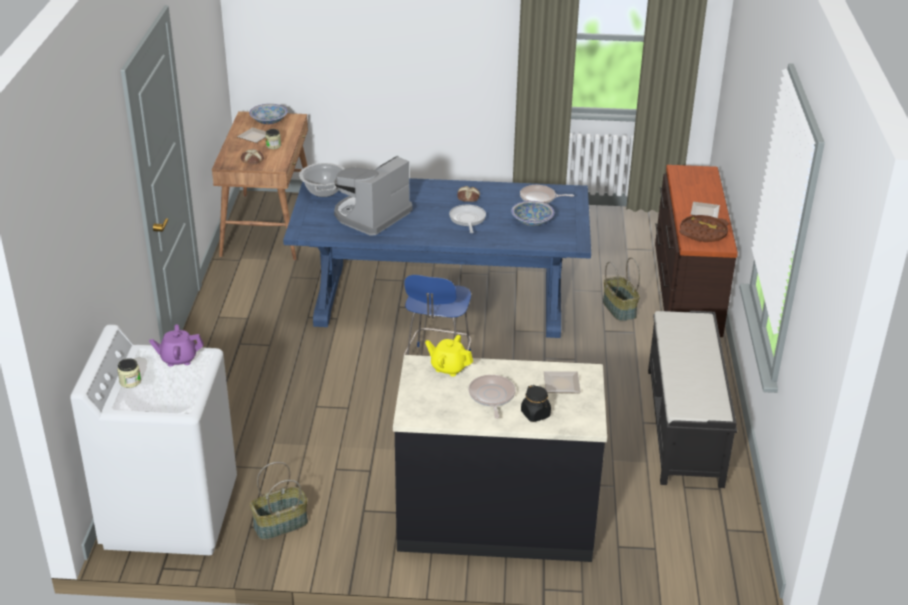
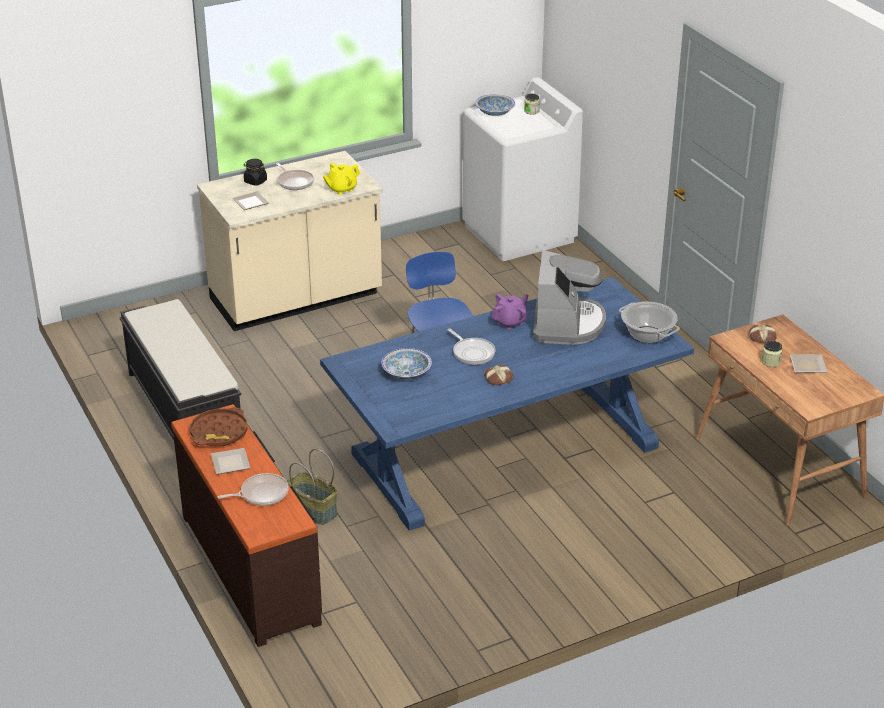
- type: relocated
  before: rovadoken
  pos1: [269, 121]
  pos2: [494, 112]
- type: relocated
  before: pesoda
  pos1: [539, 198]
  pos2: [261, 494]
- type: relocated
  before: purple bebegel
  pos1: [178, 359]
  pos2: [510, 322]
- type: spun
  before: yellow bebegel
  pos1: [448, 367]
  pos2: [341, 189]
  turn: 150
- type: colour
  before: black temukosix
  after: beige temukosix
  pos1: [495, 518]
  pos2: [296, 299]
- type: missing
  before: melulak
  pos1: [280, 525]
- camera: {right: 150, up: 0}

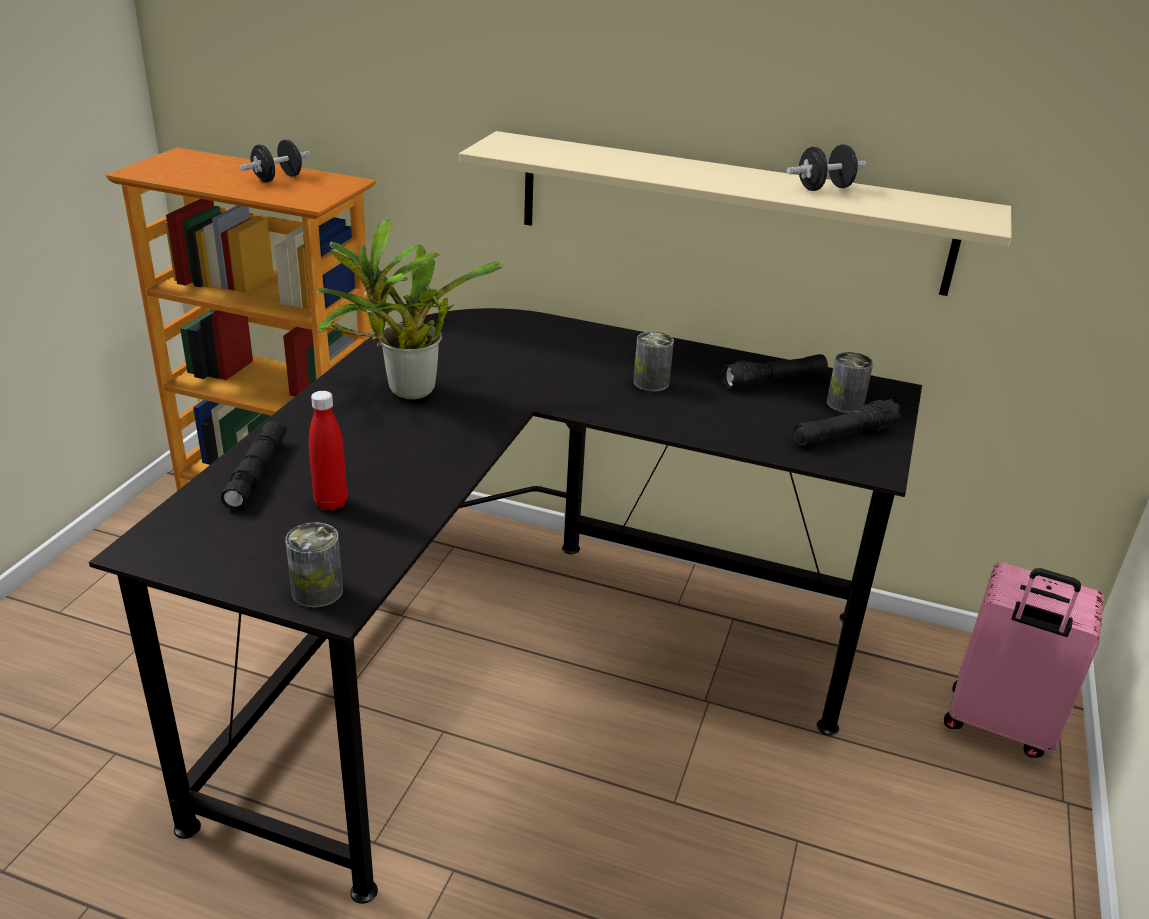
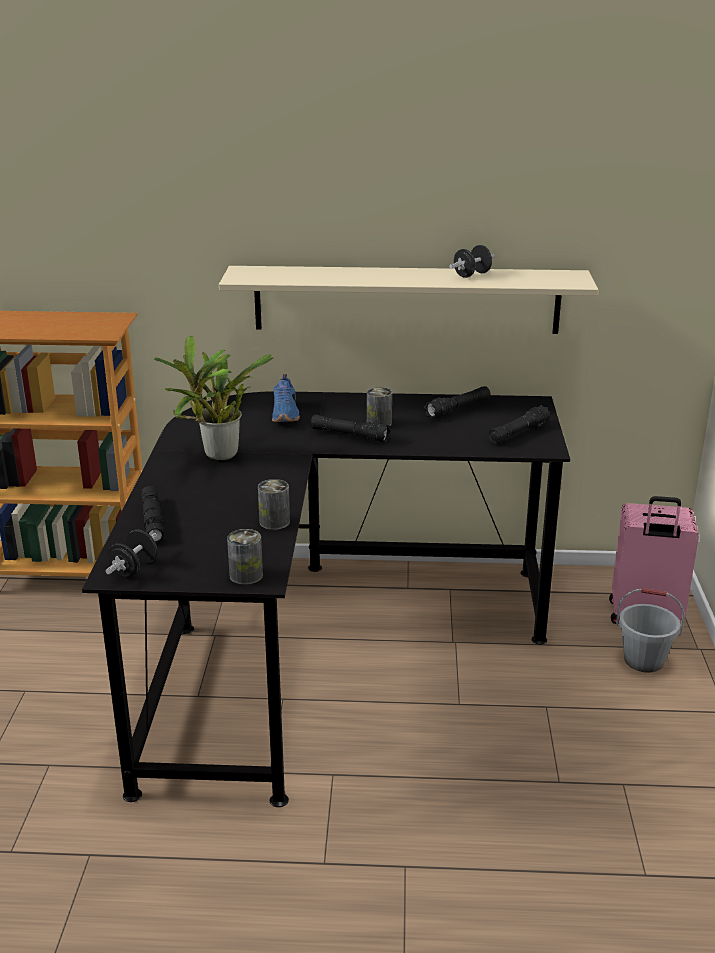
- type: relocated
  before: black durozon
  pos1: [278, 178]
  pos2: [134, 569]
- type: relocated
  before: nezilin
  pos1: [845, 404]
  pos2: [274, 522]
- type: missing
  before: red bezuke
  pos1: [331, 503]
- type: appeared
  after: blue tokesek
  pos2: [286, 414]
- type: appeared
  after: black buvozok
  pos2: [349, 436]
- type: appeared
  after: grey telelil
  pos2: [644, 660]
- camera: {right: -15, up: -5}

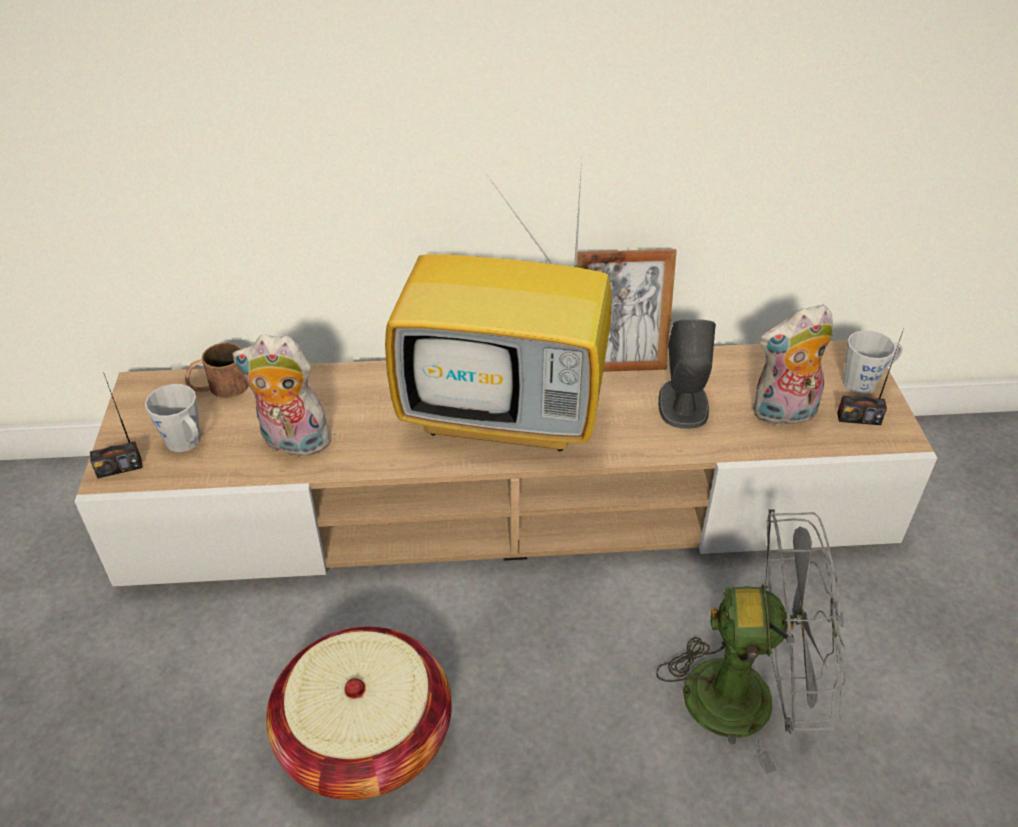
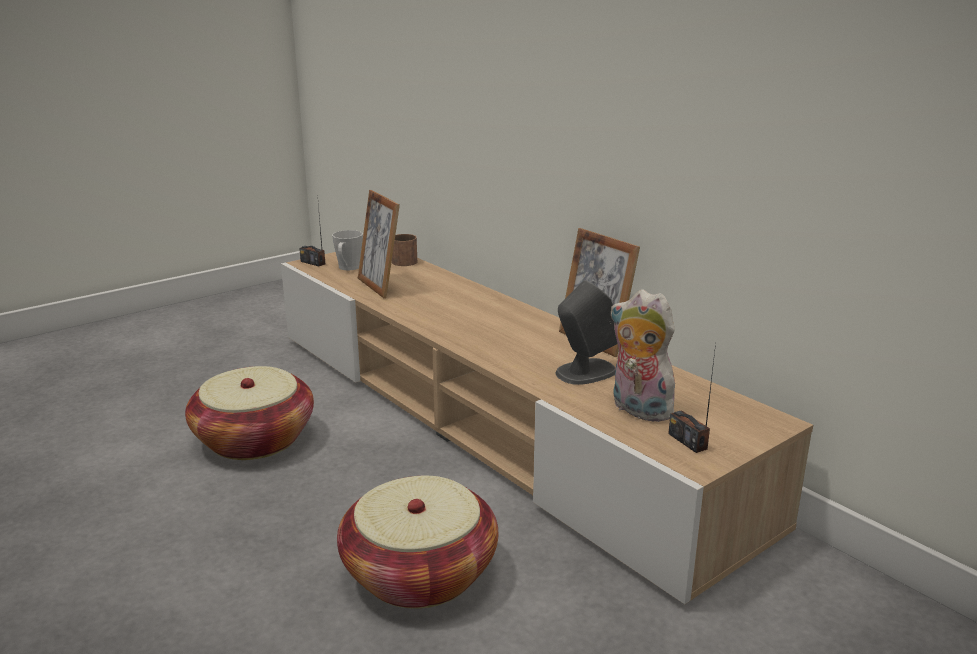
- type: missing
  before: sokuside
  pos1: [507, 414]
- type: missing
  before: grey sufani
  pos1: [865, 382]
- type: exchanged
  before: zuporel
  after: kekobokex
  pos1: [292, 443]
  pos2: [379, 286]
- type: exchanged
  before: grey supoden
  after: melulak
  pos1: [749, 696]
  pos2: [420, 573]
- camera: {right: 55, up: -20}

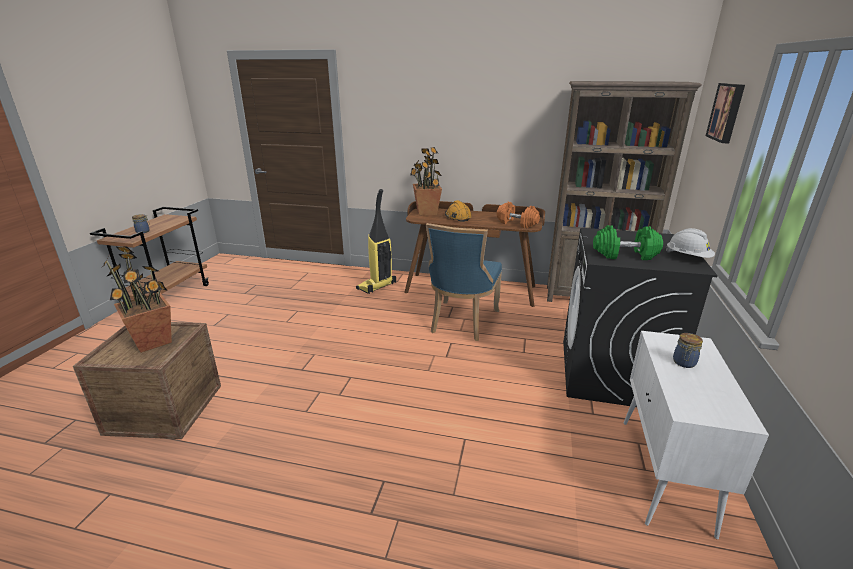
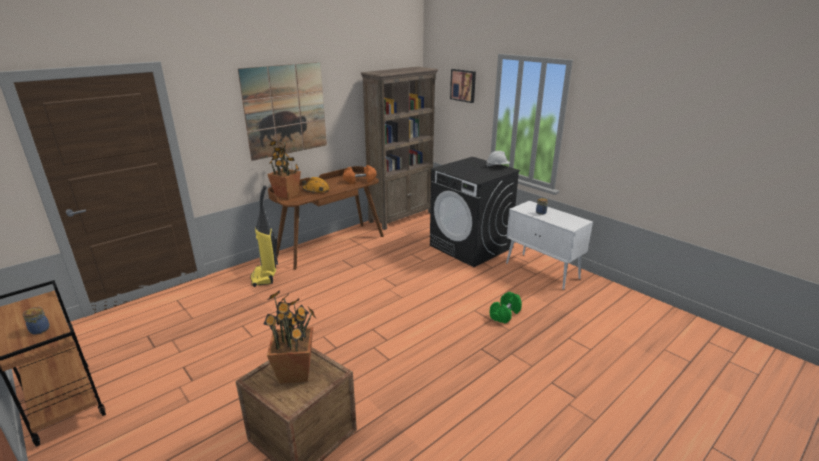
- type: missing
  before: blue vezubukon
  pos1: [462, 322]
- type: relocated
  before: green durozon
  pos1: [625, 255]
  pos2: [505, 314]
- type: appeared
  after: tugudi
  pos2: [285, 110]
- camera: {right: -55, up: 0}

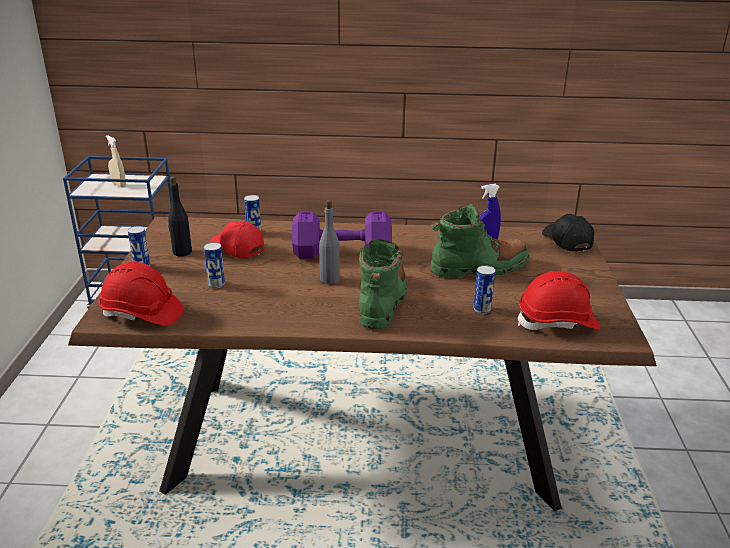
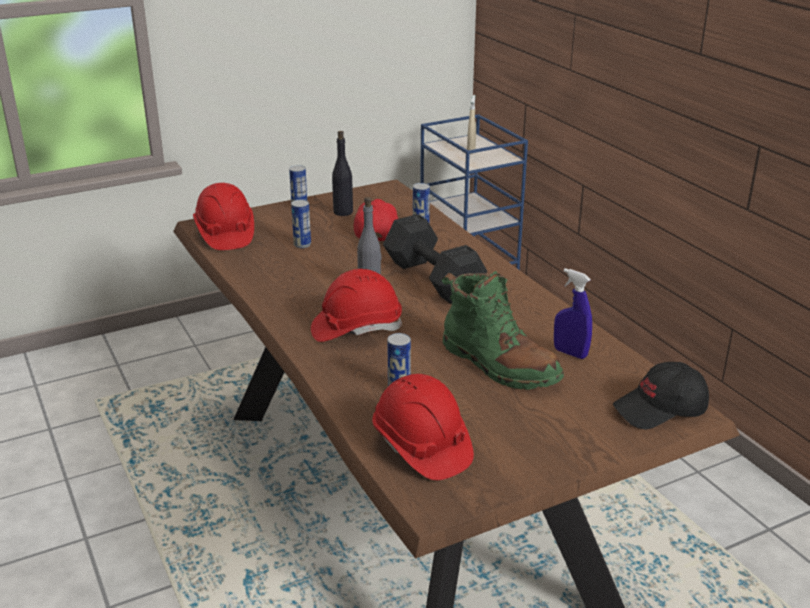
- type: colour
  before: purple durozon
  after: black durozon
  pos1: [344, 253]
  pos2: [433, 280]
- type: spun
  before: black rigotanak
  pos1: [566, 241]
  pos2: [660, 410]
  turn: -150
- type: exchanged
  before: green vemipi
  after: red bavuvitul
  pos1: [382, 301]
  pos2: [356, 328]
- camera: {right: 60, up: 0}

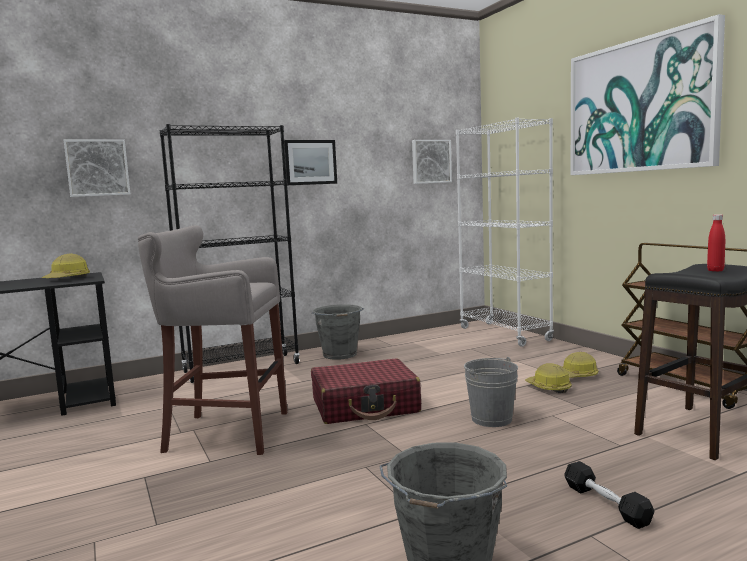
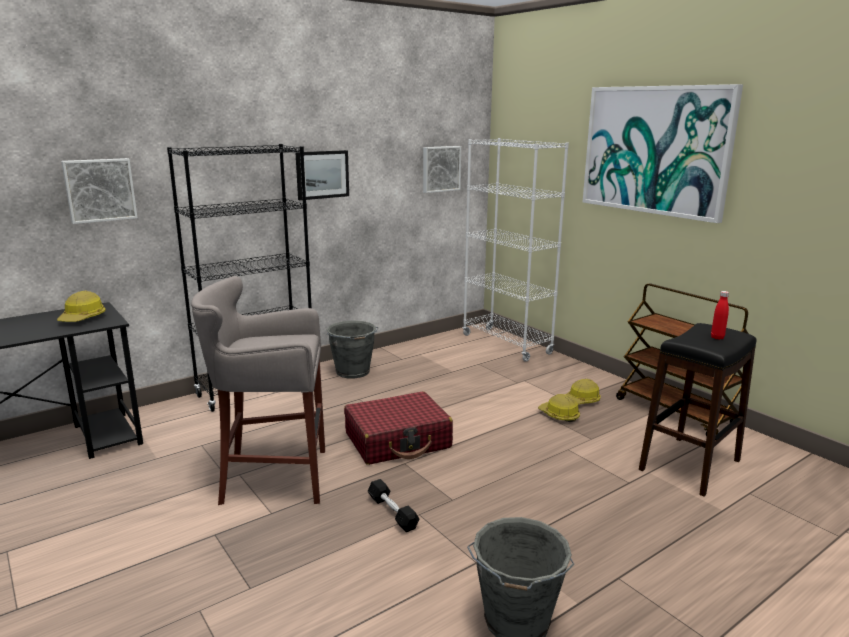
- type: missing
  before: grey telelil
  pos1: [491, 419]
- type: relocated
  before: black durozon
  pos1: [606, 504]
  pos2: [392, 512]
- camera: {right: -10, up: 10}

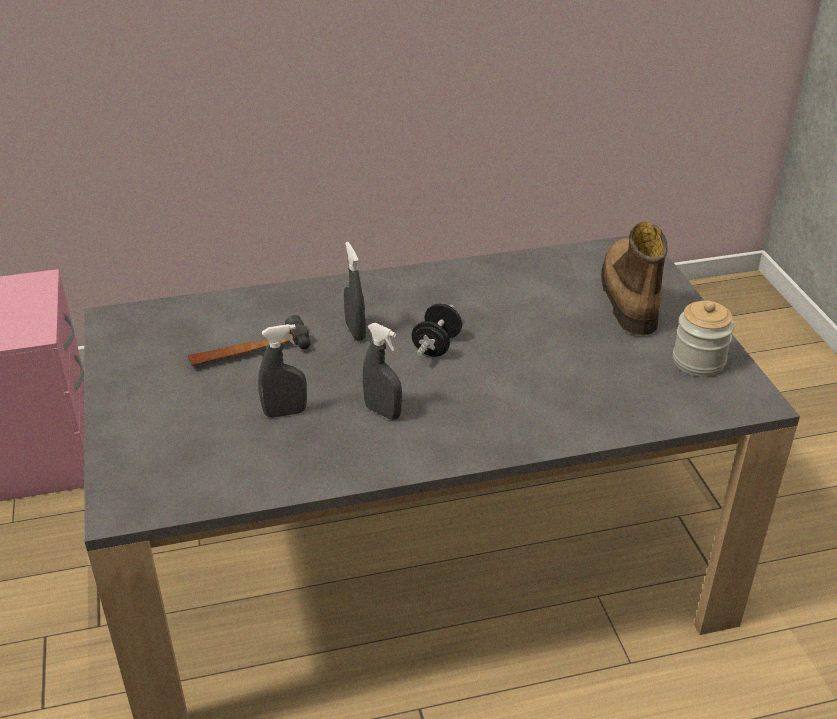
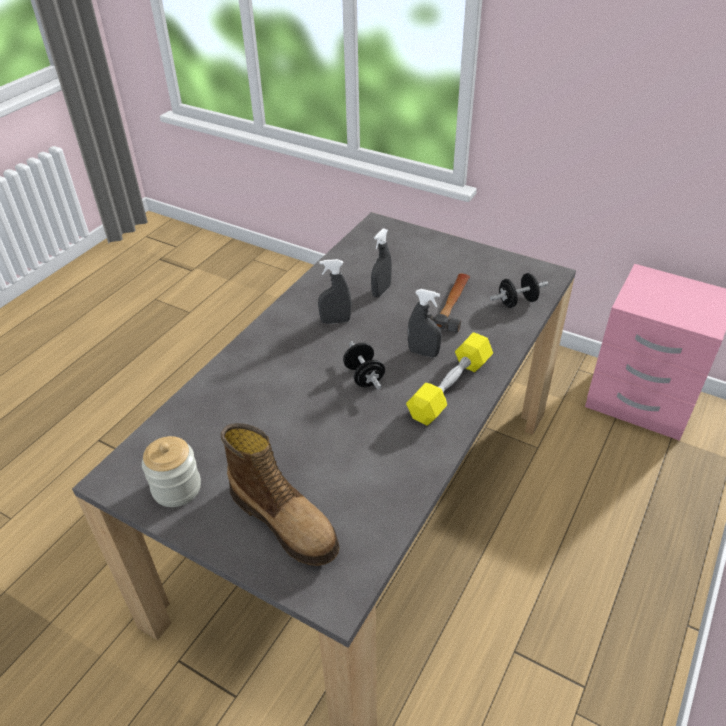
- type: appeared
  after: black durozon
  pos2: [517, 302]
- type: appeared
  after: yellow durozon
  pos2: [450, 388]
- camera: {right: 135, up: 5}

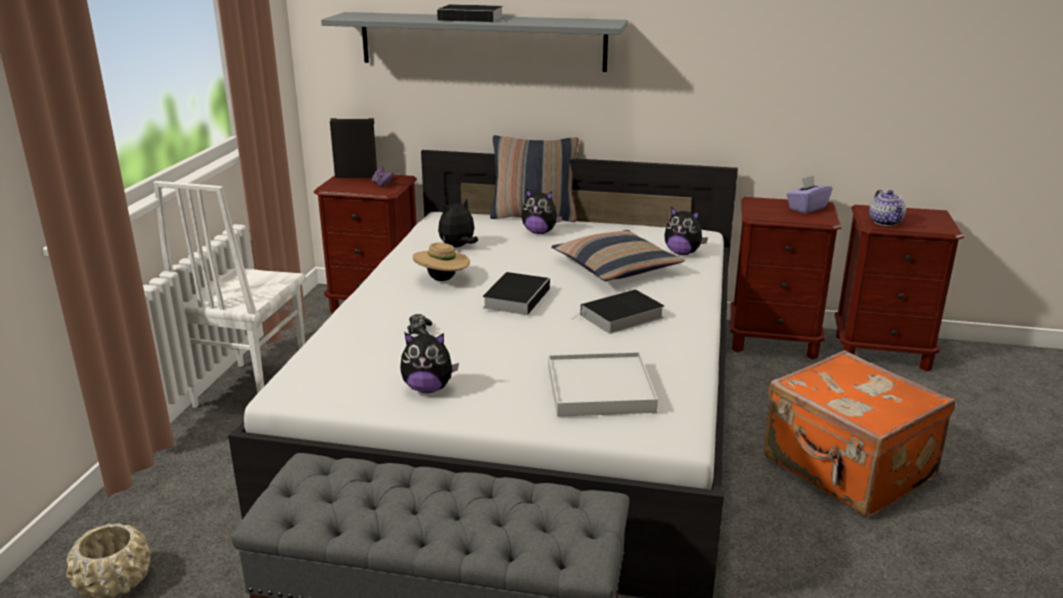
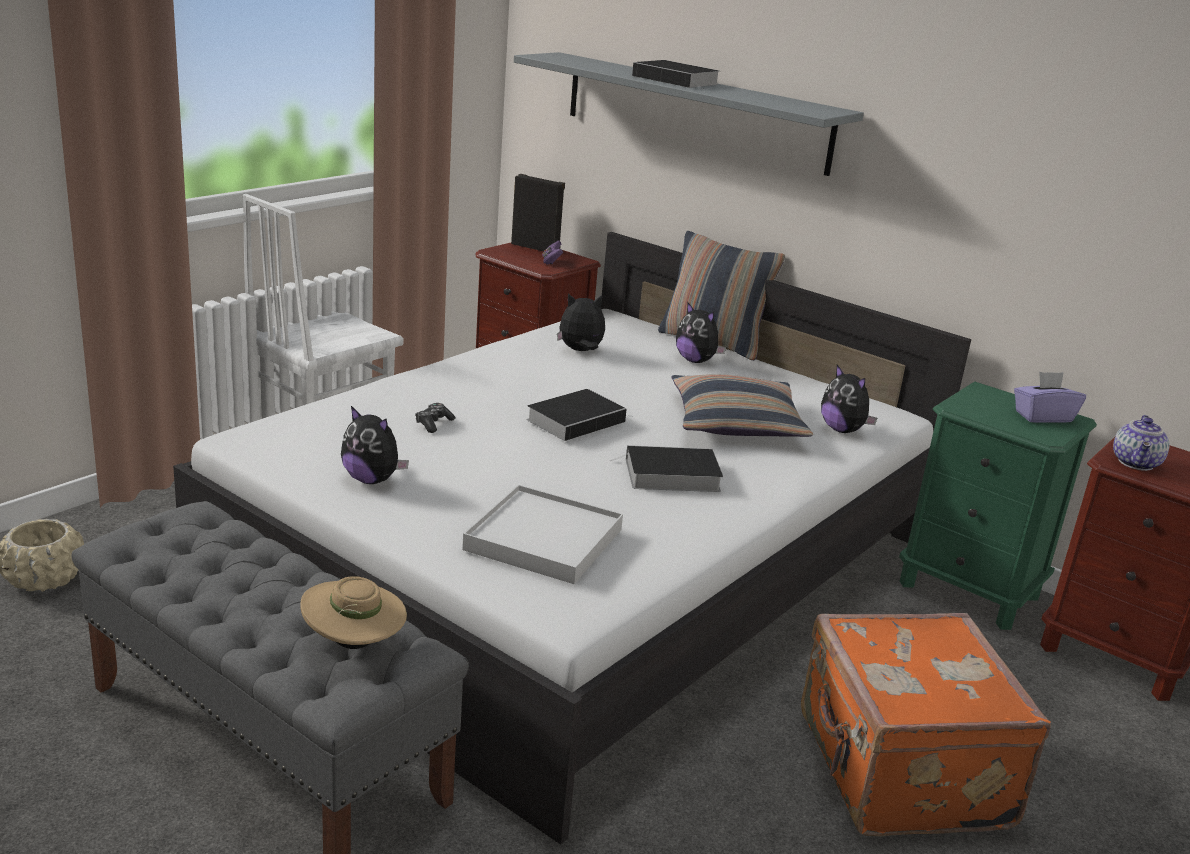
- type: colour
  before: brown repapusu
  after: green repapusu
  pos1: [774, 341]
  pos2: [969, 590]
- type: relocated
  before: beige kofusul
  pos1: [442, 280]
  pos2: [354, 644]
- camera: {right: 25, up: 0}

